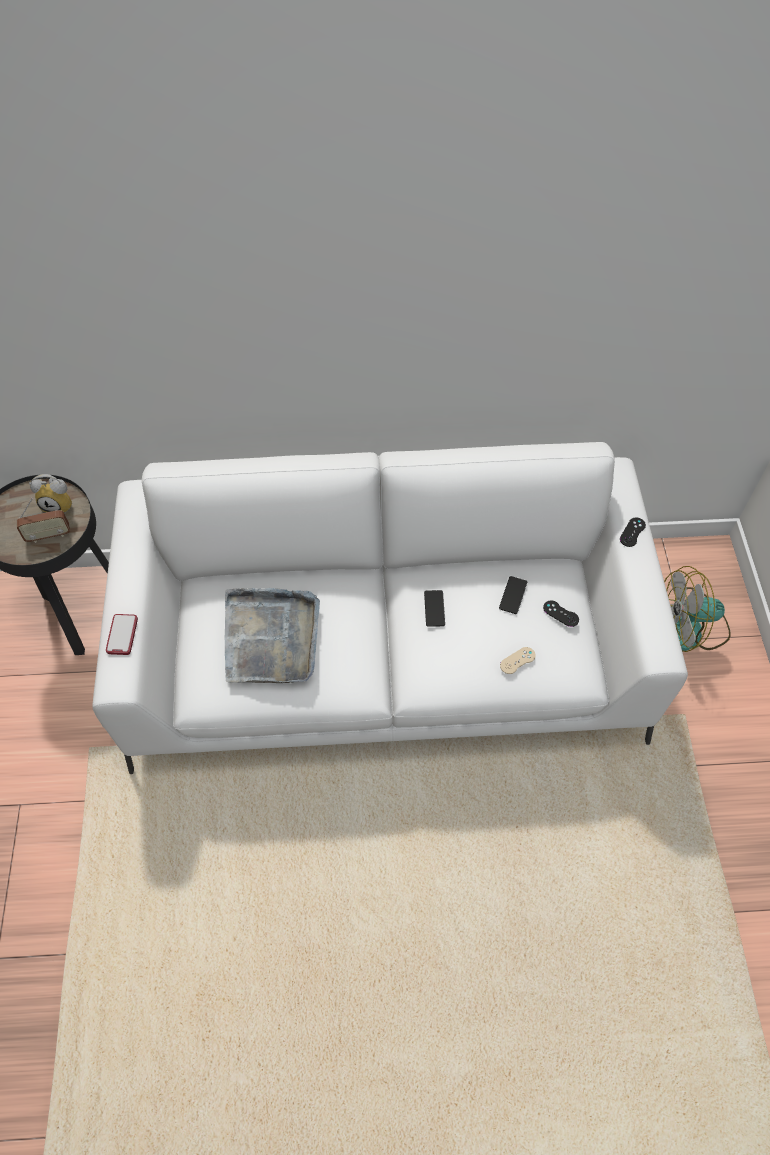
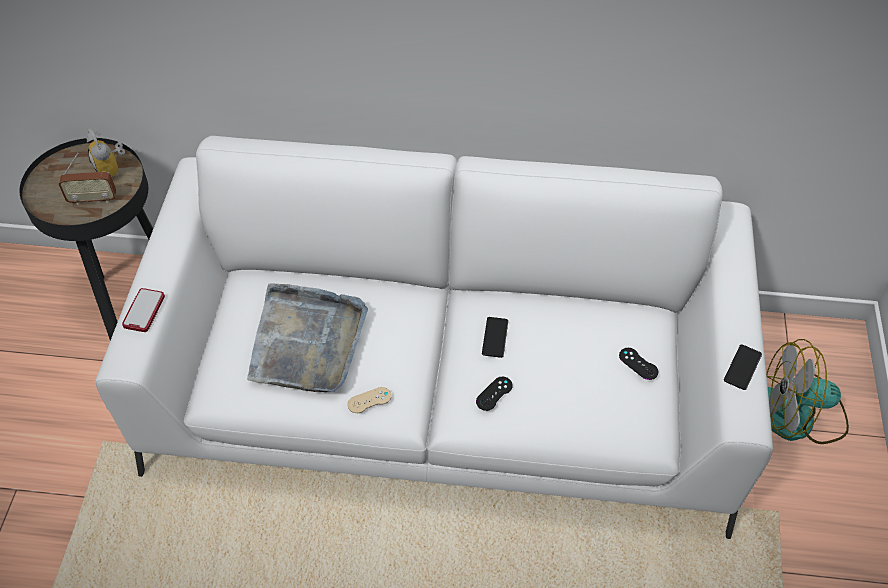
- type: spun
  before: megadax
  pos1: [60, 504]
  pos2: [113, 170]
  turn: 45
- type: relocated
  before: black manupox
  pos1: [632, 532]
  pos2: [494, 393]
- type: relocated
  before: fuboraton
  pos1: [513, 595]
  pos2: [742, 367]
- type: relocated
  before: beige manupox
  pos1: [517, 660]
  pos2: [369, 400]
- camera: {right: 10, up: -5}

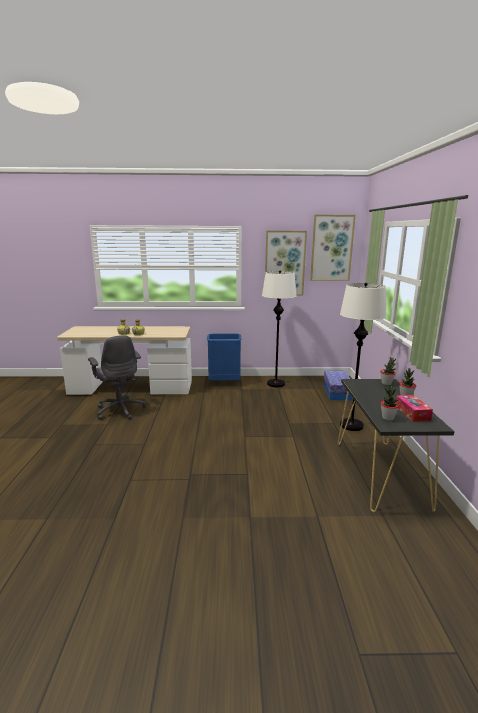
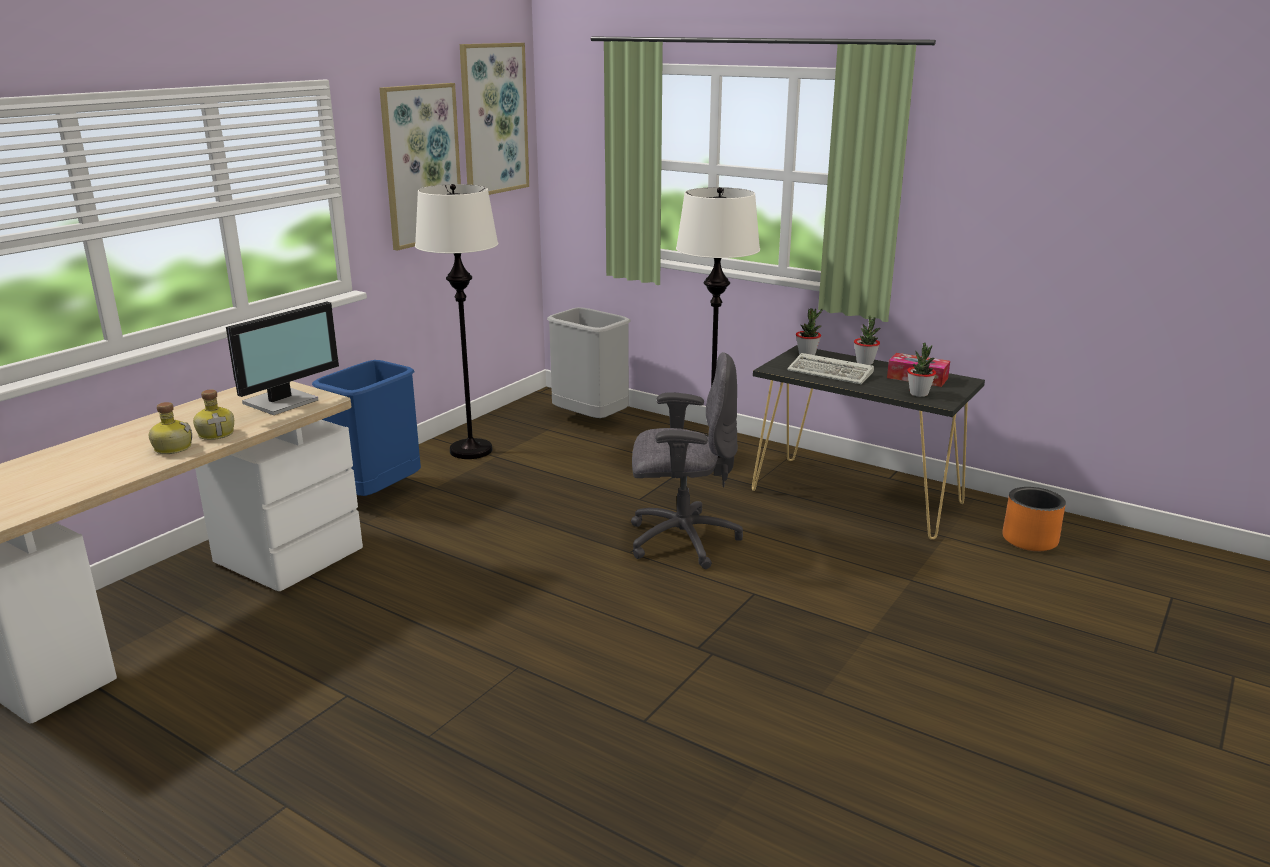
- type: relocated
  before: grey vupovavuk
  pos1: [120, 410]
  pos2: [681, 540]
- type: exchanged
  before: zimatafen
  after: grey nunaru
  pos1: [337, 392]
  pos2: [589, 420]
- type: appeared
  after: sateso
  pos2: [283, 402]
- type: appeared
  after: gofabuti
  pos2: [832, 373]
- type: appeared
  after: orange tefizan
  pos2: [1029, 540]
- camera: {right: -55, up: 5}

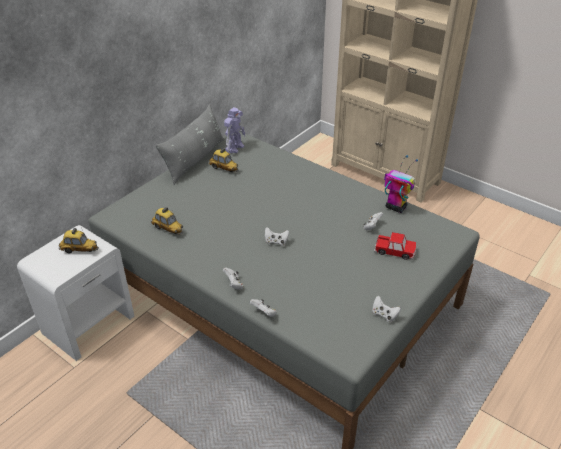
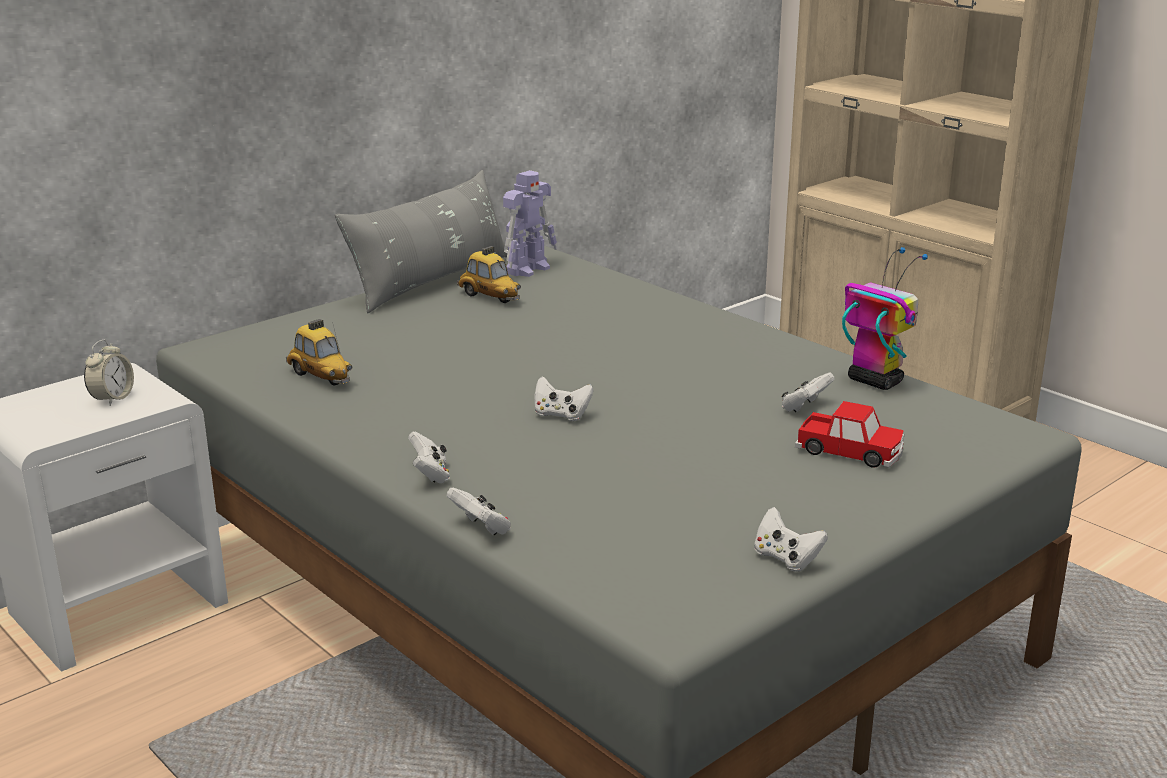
- type: exchanged
  before: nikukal
  after: megadax
  pos1: [79, 250]
  pos2: [112, 398]
- camera: {right: 10, up: -15}

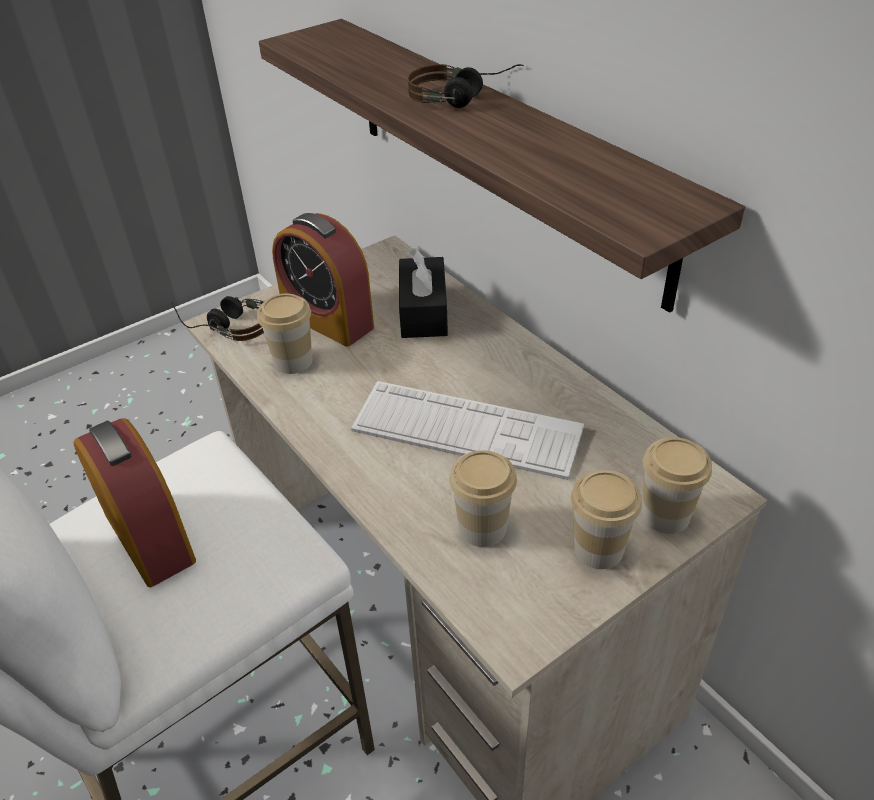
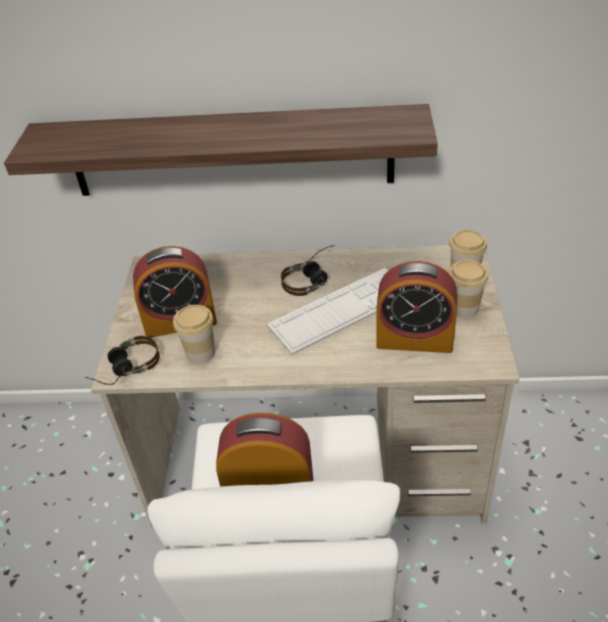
- type: relocated
  before: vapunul
  pos1: [463, 99]
  pos2: [312, 279]
- type: missing
  before: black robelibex
  pos1: [423, 311]
- type: exchanged
  before: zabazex
  after: megadax
  pos1: [482, 527]
  pos2: [414, 339]
- camera: {right: -50, up: 0}

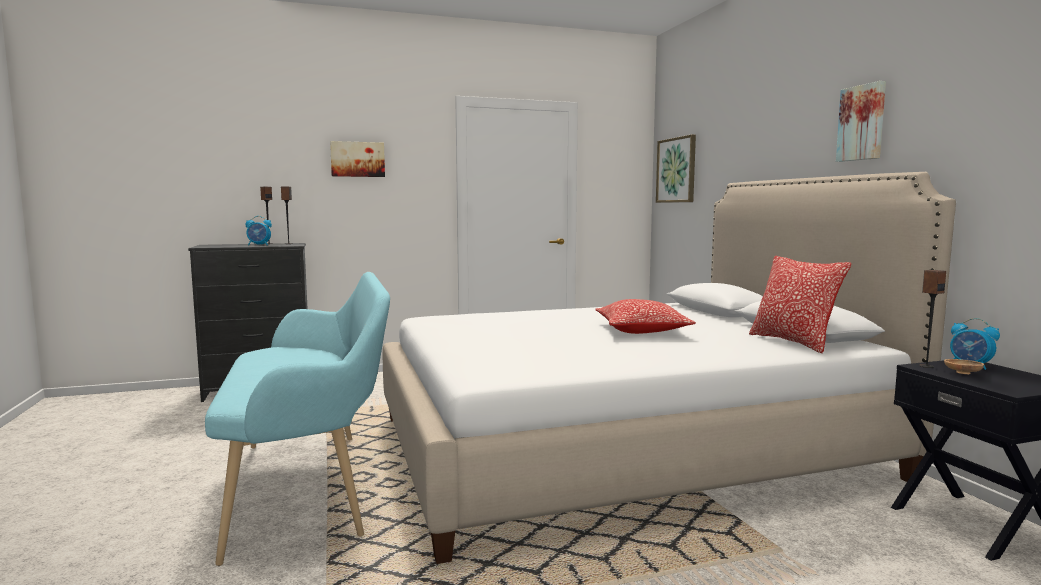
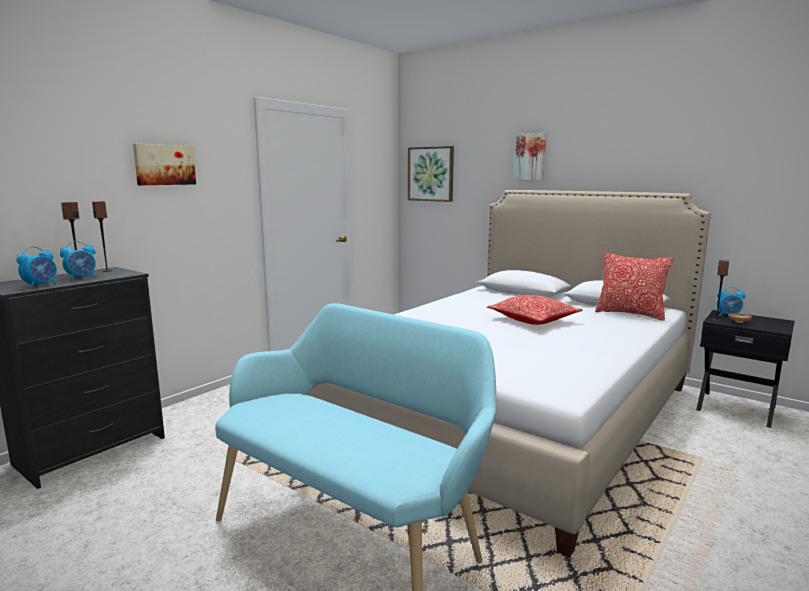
- type: relocated
  before: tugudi
  pos1: [862, 123]
  pos2: [531, 157]
- type: appeared
  after: megadax
  pos2: [41, 285]
- camera: {right: -35, up: 5}

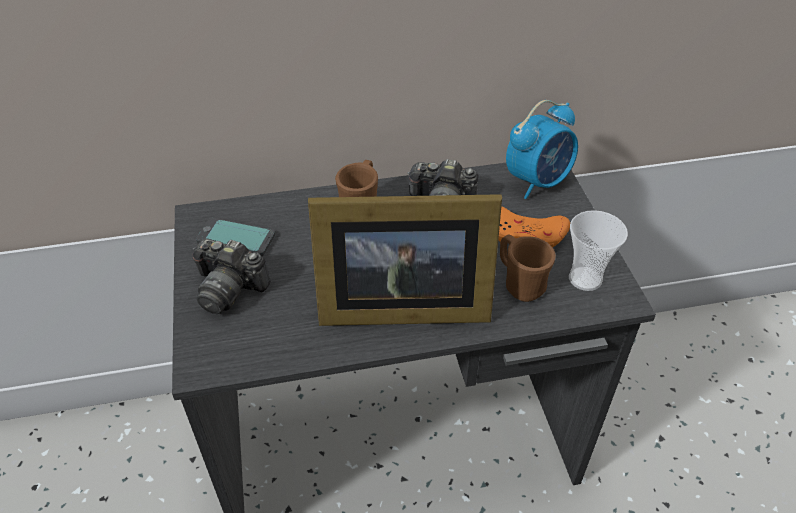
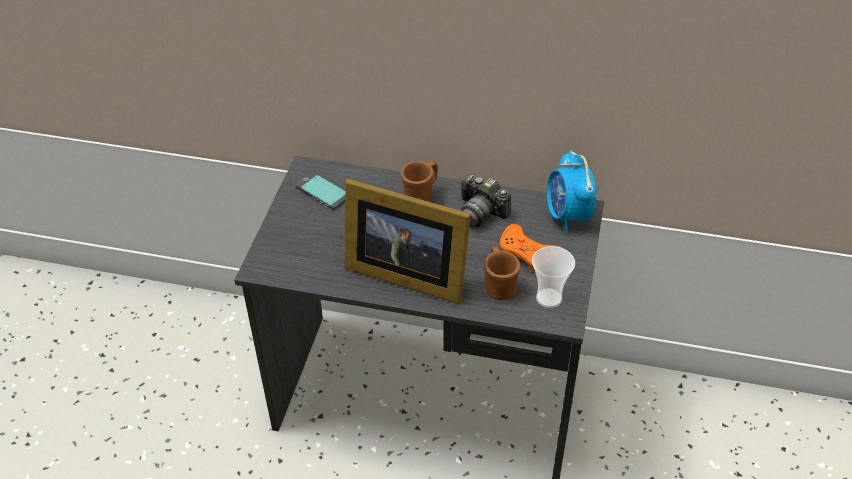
- type: spun
  before: megadax
  pos1: [538, 181]
  pos2: [567, 216]
  turn: 90
- type: missing
  before: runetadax
  pos1: [229, 288]
- camera: {right: 25, up: 0}

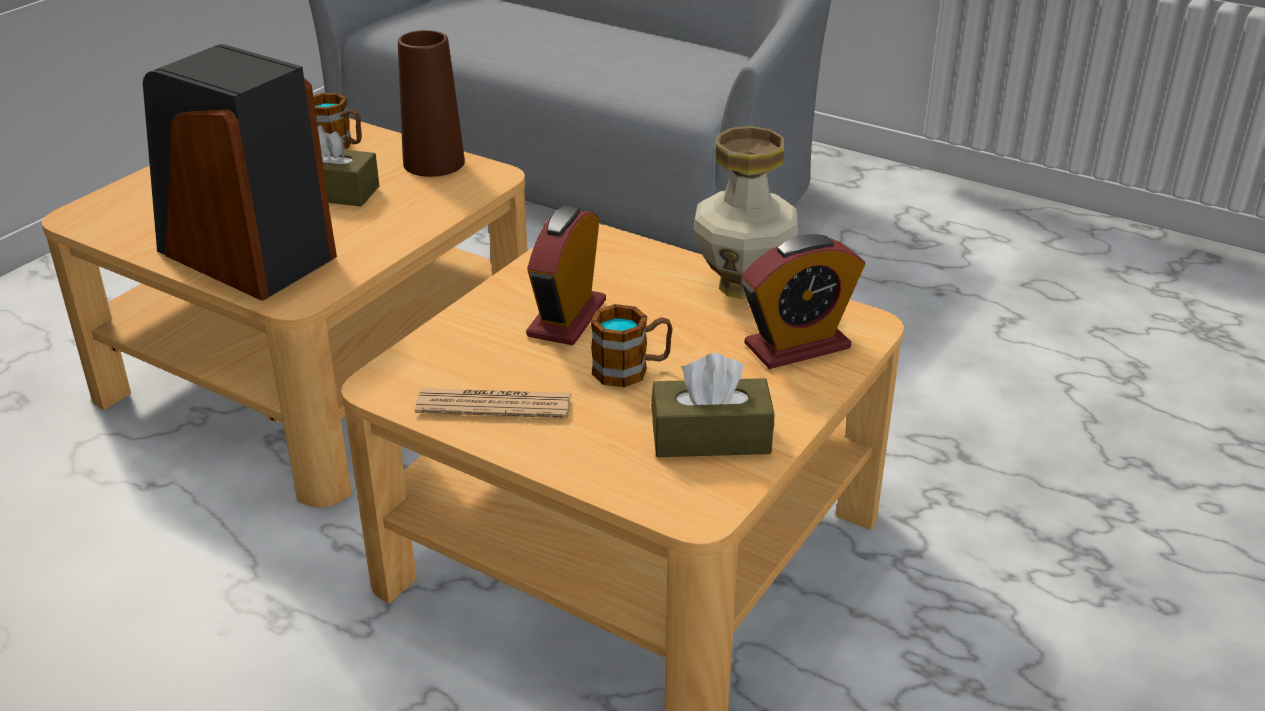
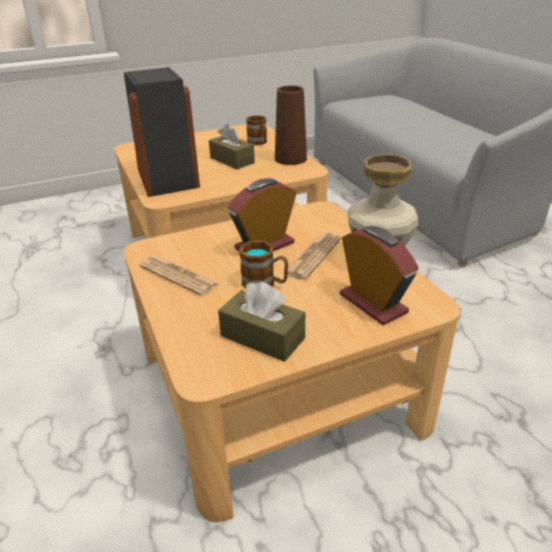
- type: spun
  before: megadax
  pos1: [797, 346]
  pos2: [373, 303]
  turn: -135
- type: appeared
  after: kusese
  pos2: [313, 256]
- camera: {right: 35, up: 0}

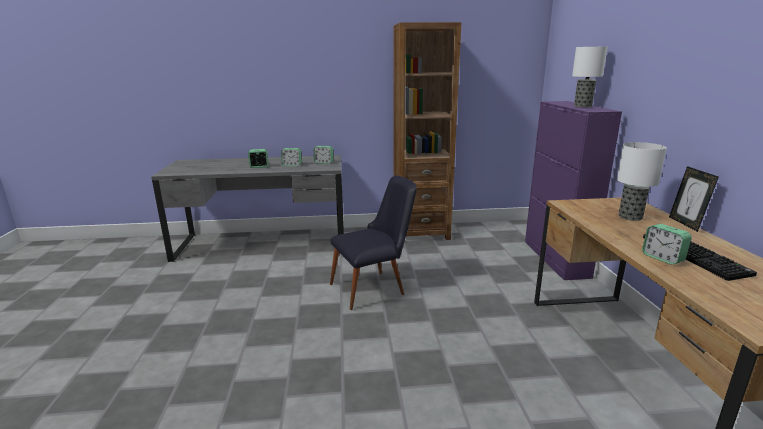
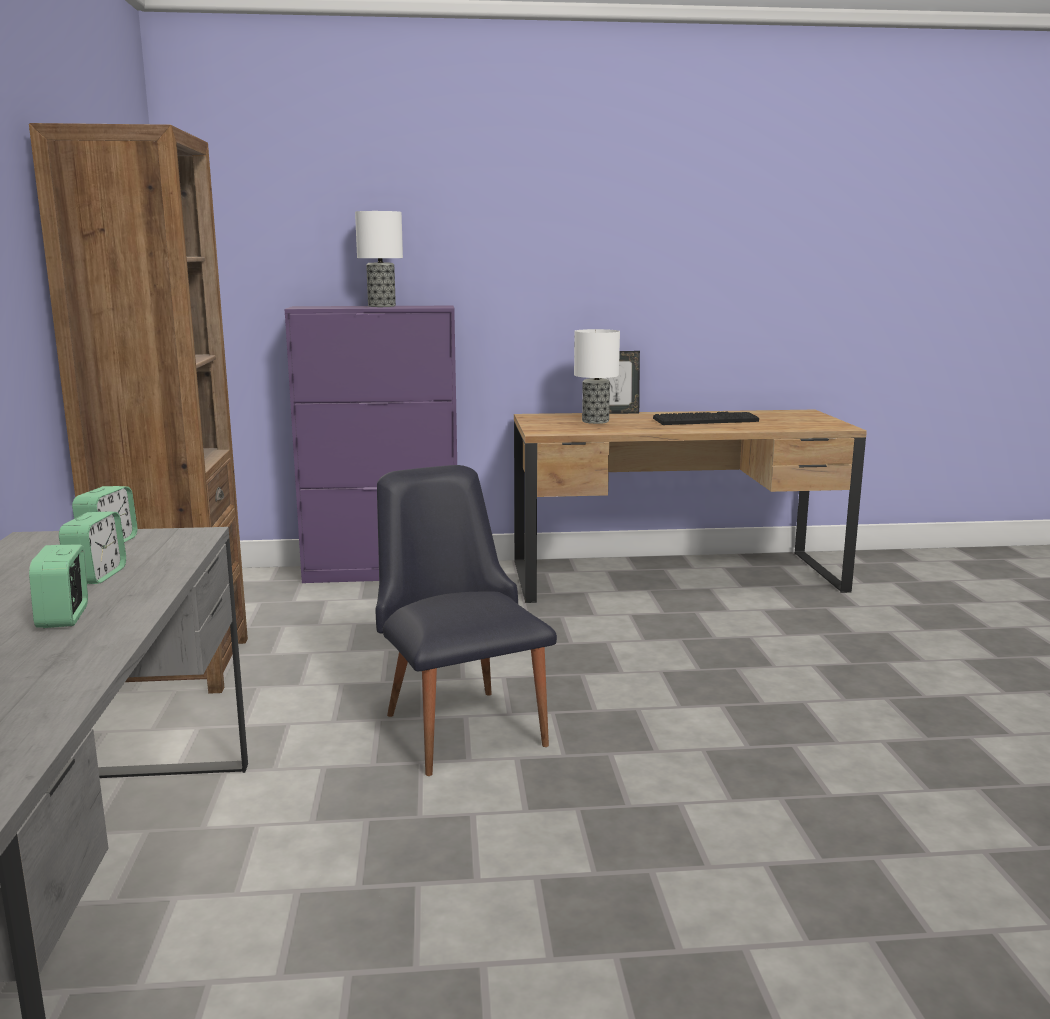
- type: missing
  before: megadax
  pos1: [662, 258]
- camera: {right: -90, up: -5}

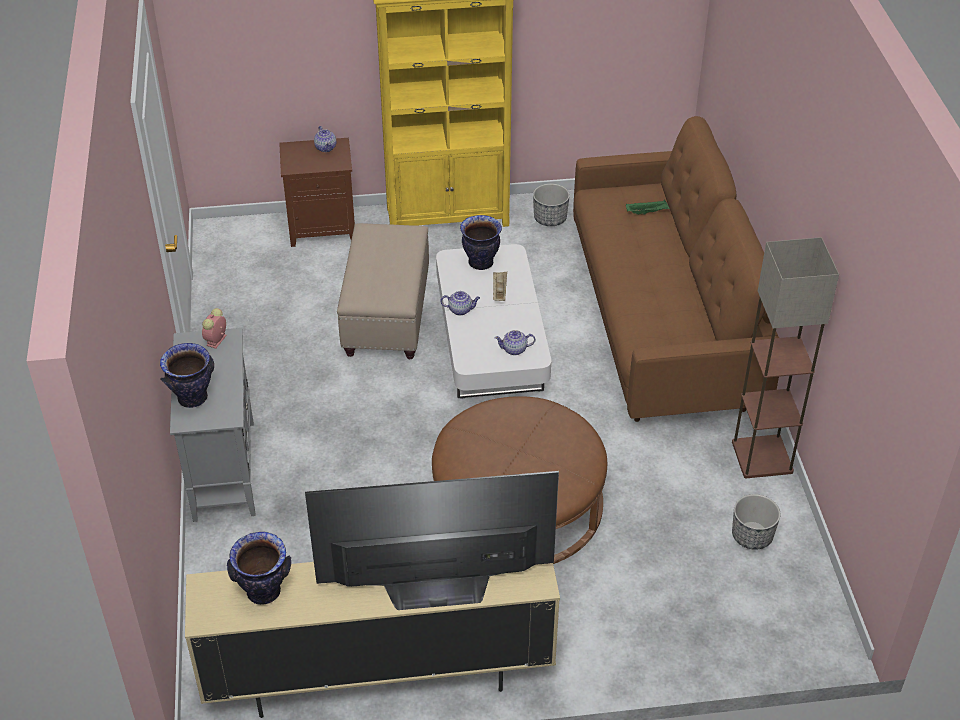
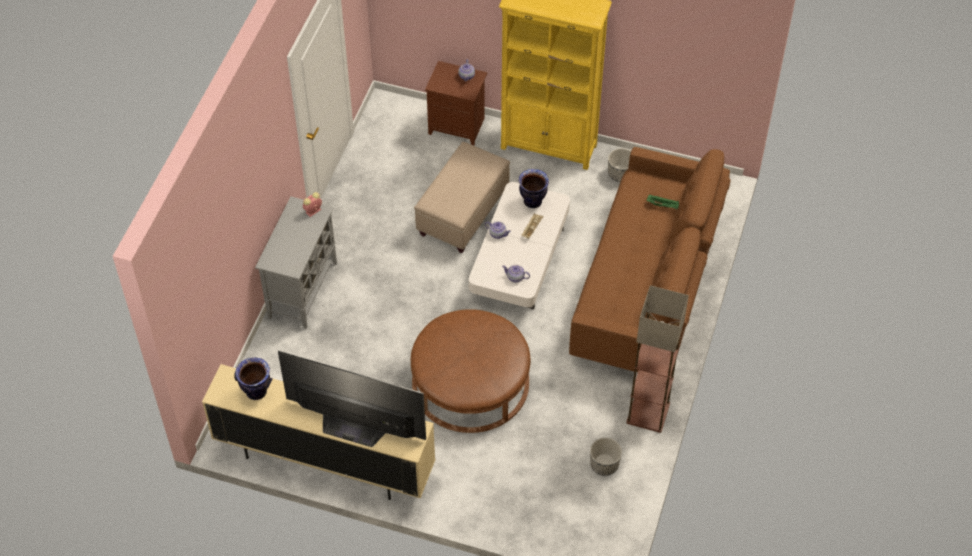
- type: missing
  before: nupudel
  pos1: [192, 398]
- camera: {right: 25, up: 10}

